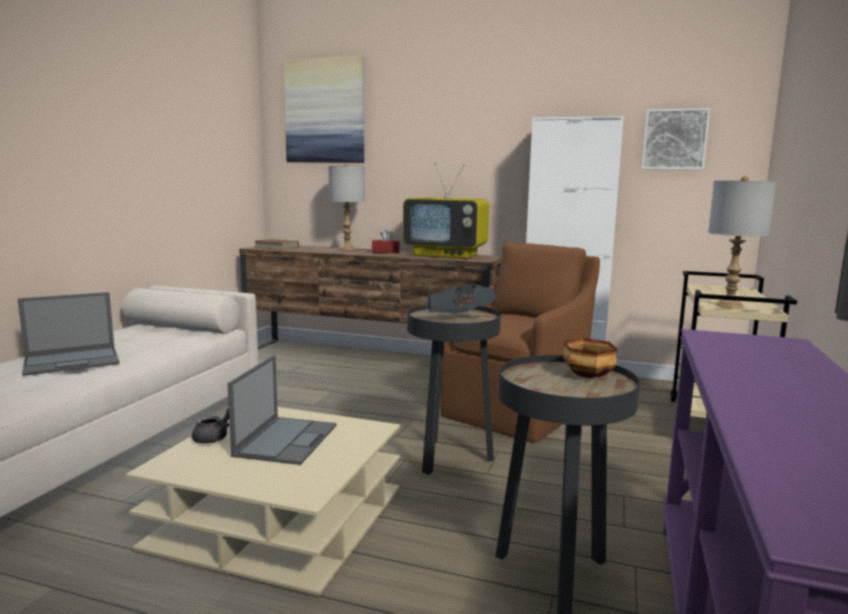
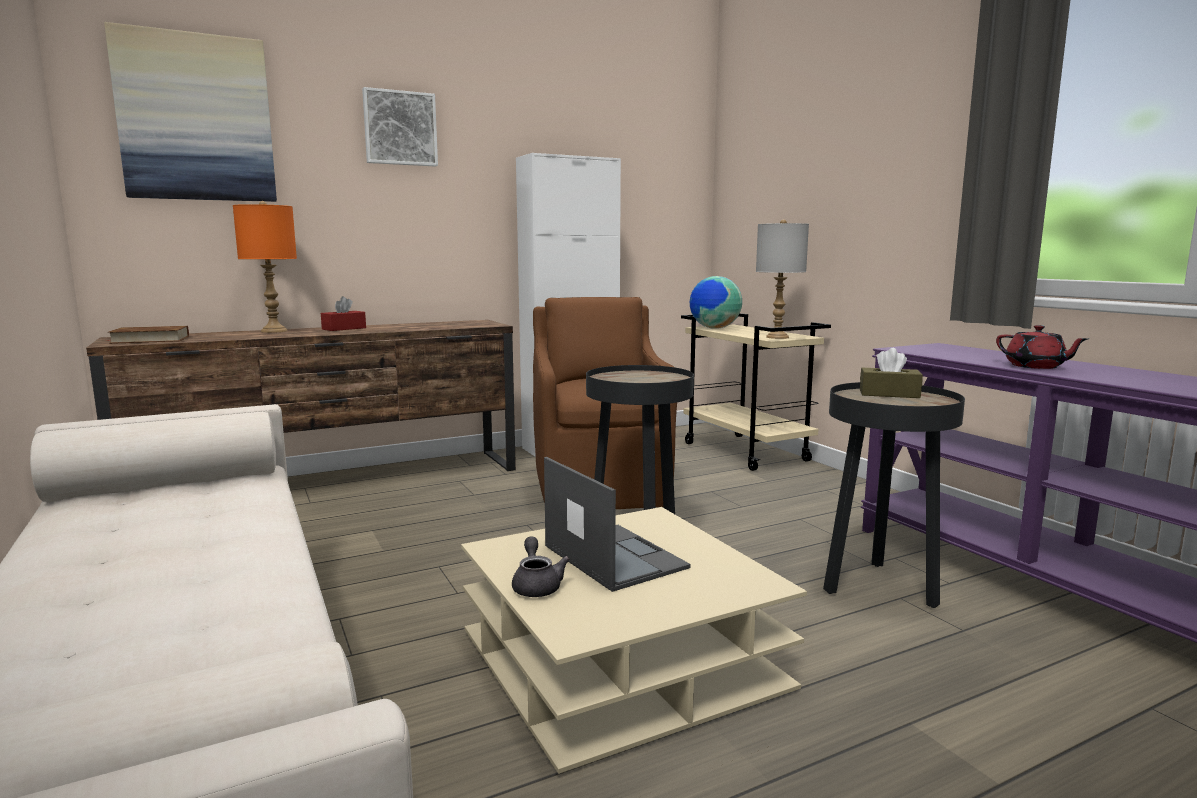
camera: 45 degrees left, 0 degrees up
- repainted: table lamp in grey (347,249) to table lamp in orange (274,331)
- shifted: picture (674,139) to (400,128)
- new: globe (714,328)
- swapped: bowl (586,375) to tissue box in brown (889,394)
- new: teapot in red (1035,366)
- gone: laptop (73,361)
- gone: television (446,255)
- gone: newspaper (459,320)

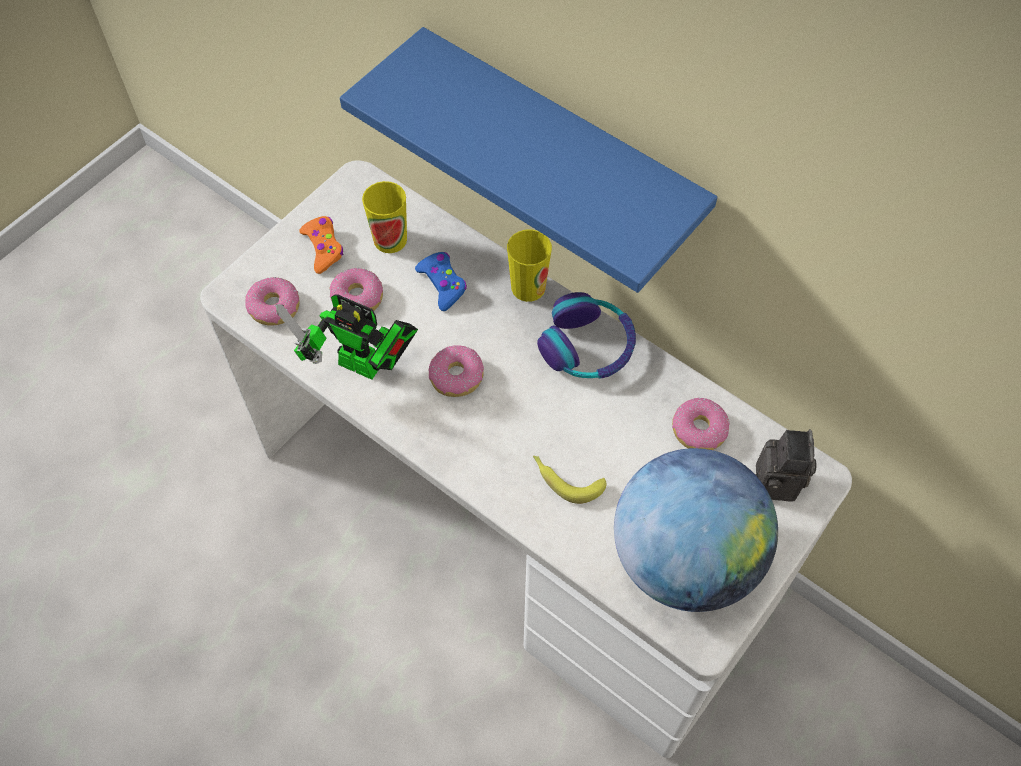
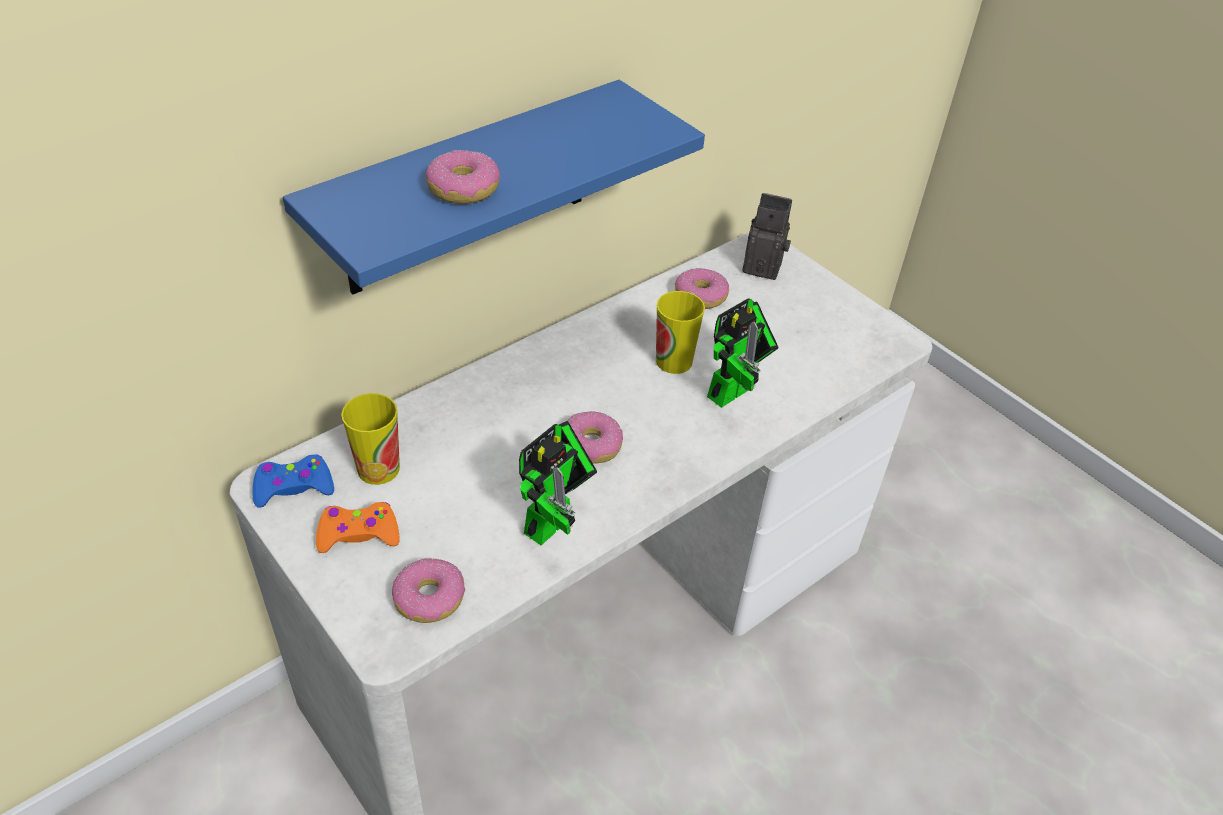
camera: 80 degrees left, 15 degrees down
- shifted: game controller in blue (442,284) to (293,487)
- shifted: donut (357,298) to (463,189)
- shifted: cup (528,287) to (674,361)
- swapped: banana (565,479) to toy robot (733,389)
- gone: headphones (588,346)
- gone: globe (684,559)

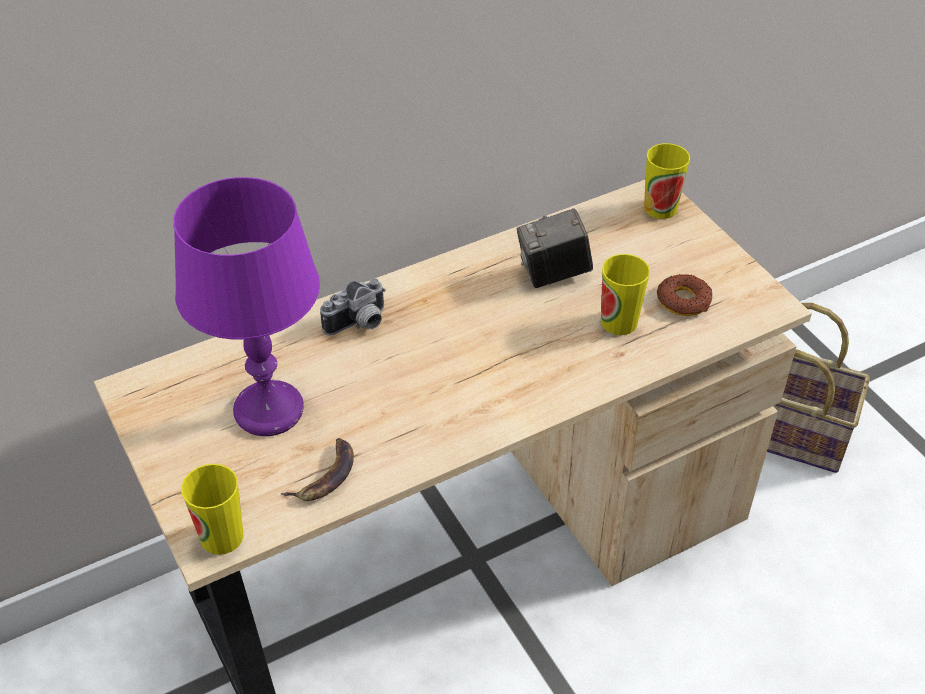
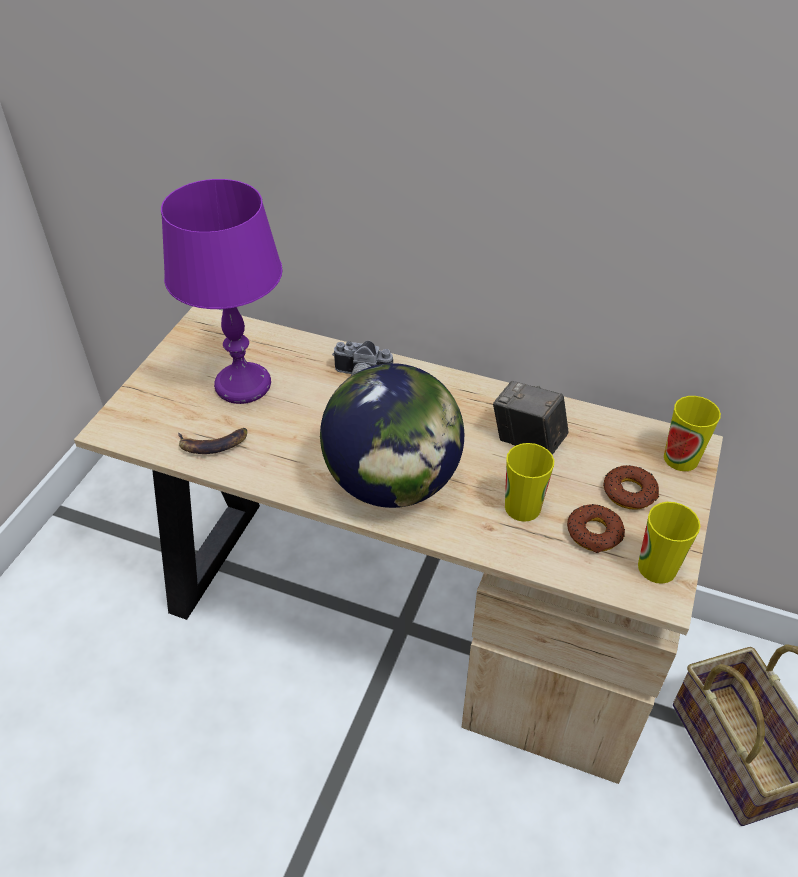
camera: 50 degrees right, 0 degrees up
- new: globe (392,482)
- new: donut (629,492)
- shifted: cup (222,536) to (657,567)

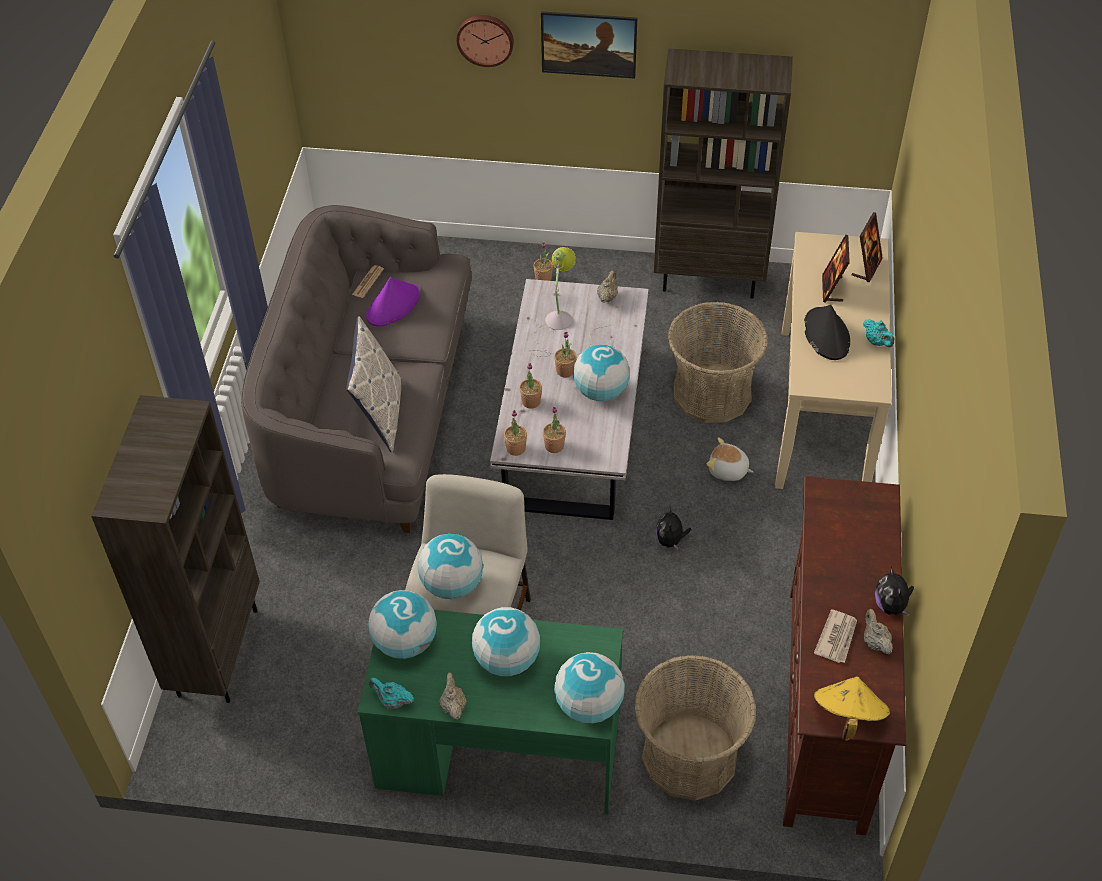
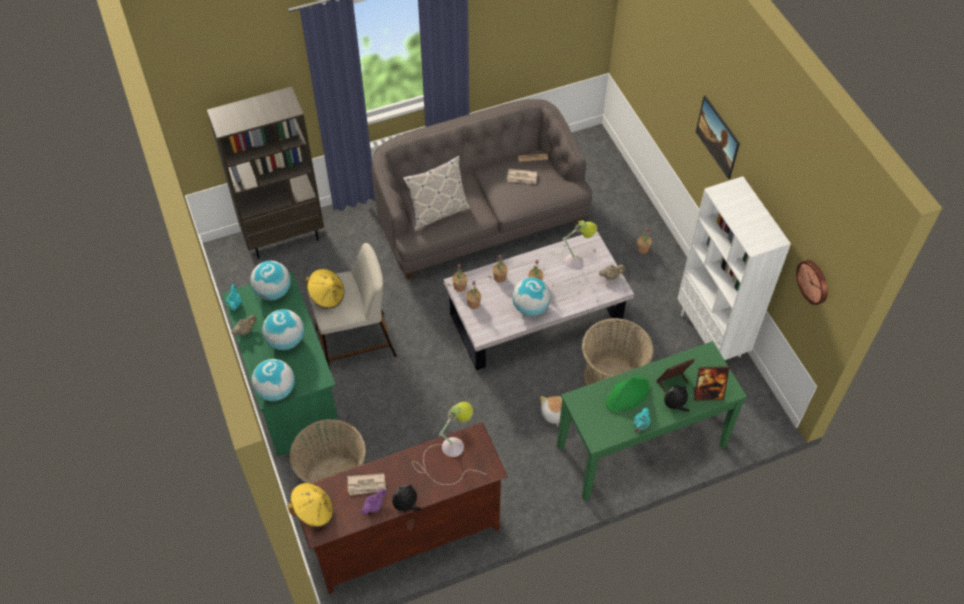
camera: 60 degrees right, 5 degrees up
- swapped: globe (452,585) to hat in yellow (327,296)
- repainted: teapot in beige (875,642) to teapot in purple (374,506)
- new: table lamp (449,454)
- swapped: hat in purple (393,305) to newspaper (522,177)
- repainted: console table in beige (824,409) to console table in green (641,447)
- repainted: hat in black (826,334) to hat in green (627,394)
- shifted: plush toy (670,541) to (675,405)
- repainted: bookcase in brown (710,279) to bookcase in white (711,336)
- shifted: wall clock (485,39) to (814,281)

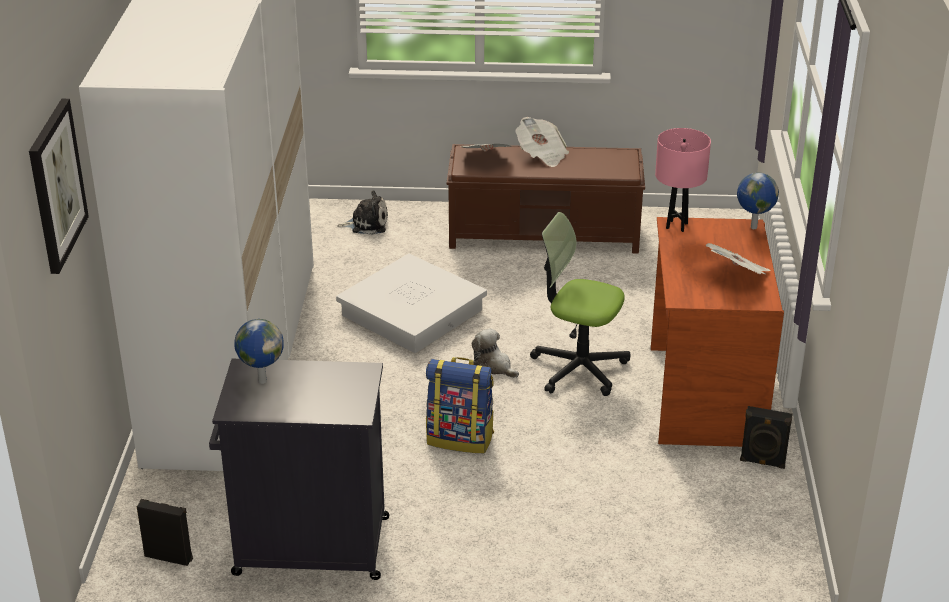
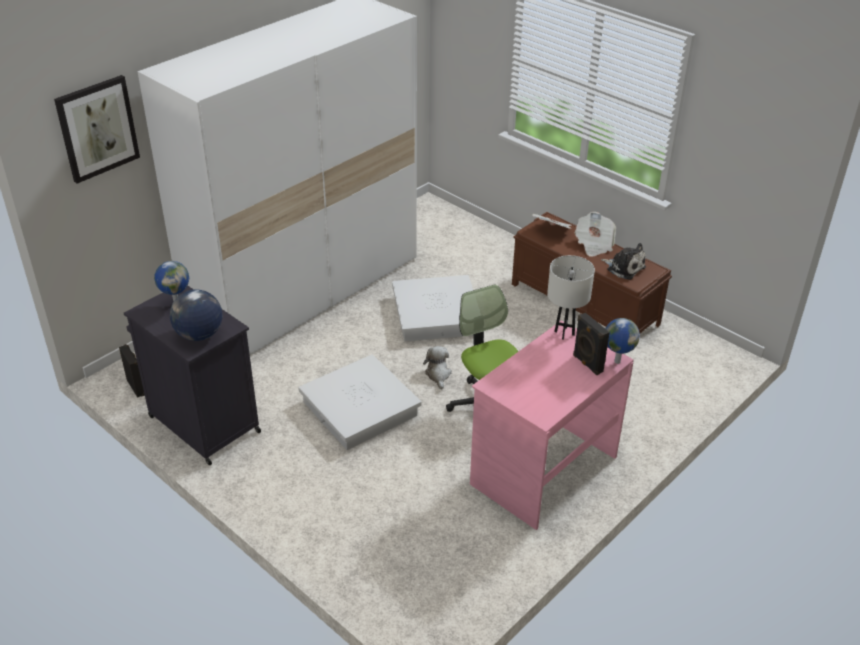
camera: 40 degrees right, 5 degrees up
- new: globe (199,335)
- swapped: backpack (461,438) to storage box in white (360,409)
- repainted: desk in brown (703,395) to desk in pink (543,469)
- repainted: table lamp in pink (677,226) to table lamp in white (564,333)
- shifted: speaker in black (762,462) to (587,364)
- shifted: plush toy (367,224) to (624,268)
- gone: newspaper (737,274)

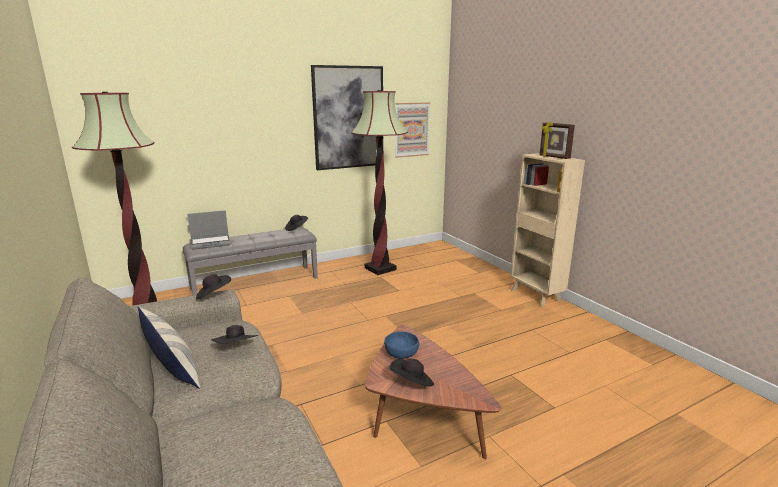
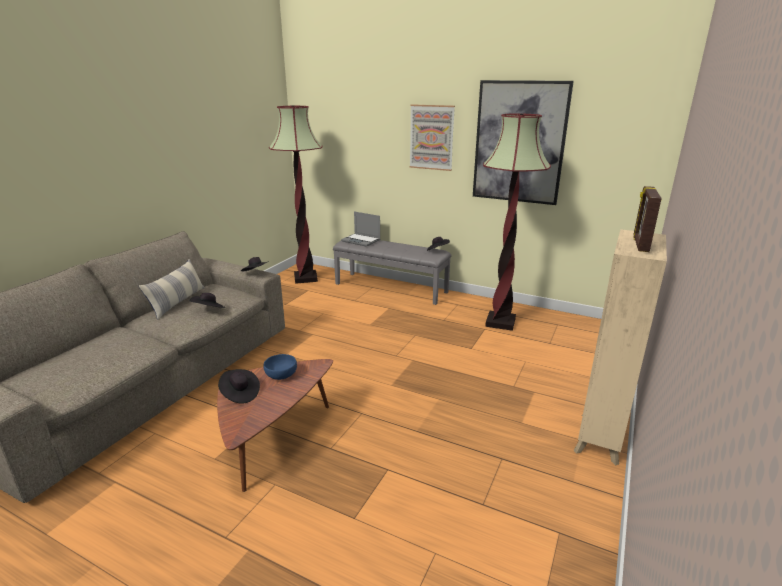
camera: 55 degrees right, 5 degrees up
- shifted: picture (412,129) to (431,137)

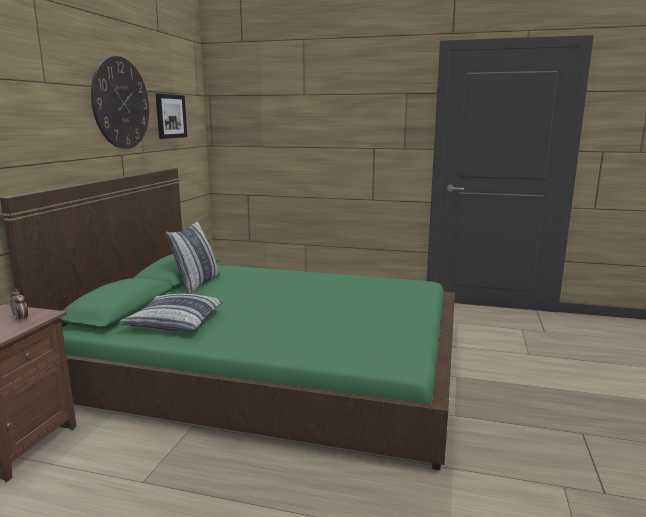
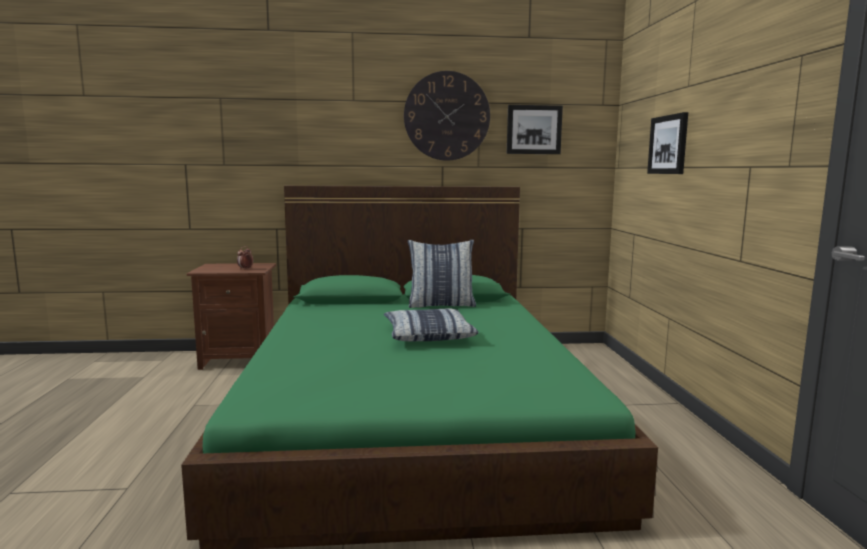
camera: 70 degrees right, 5 degrees down
- shifted: pillow (174,322) to (428,335)
- new: picture (668,145)

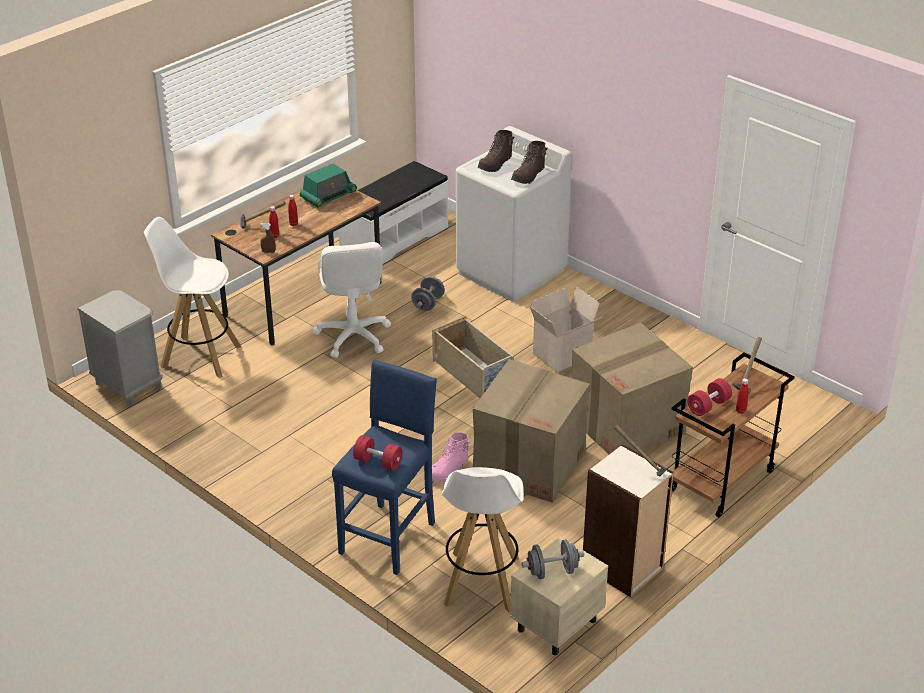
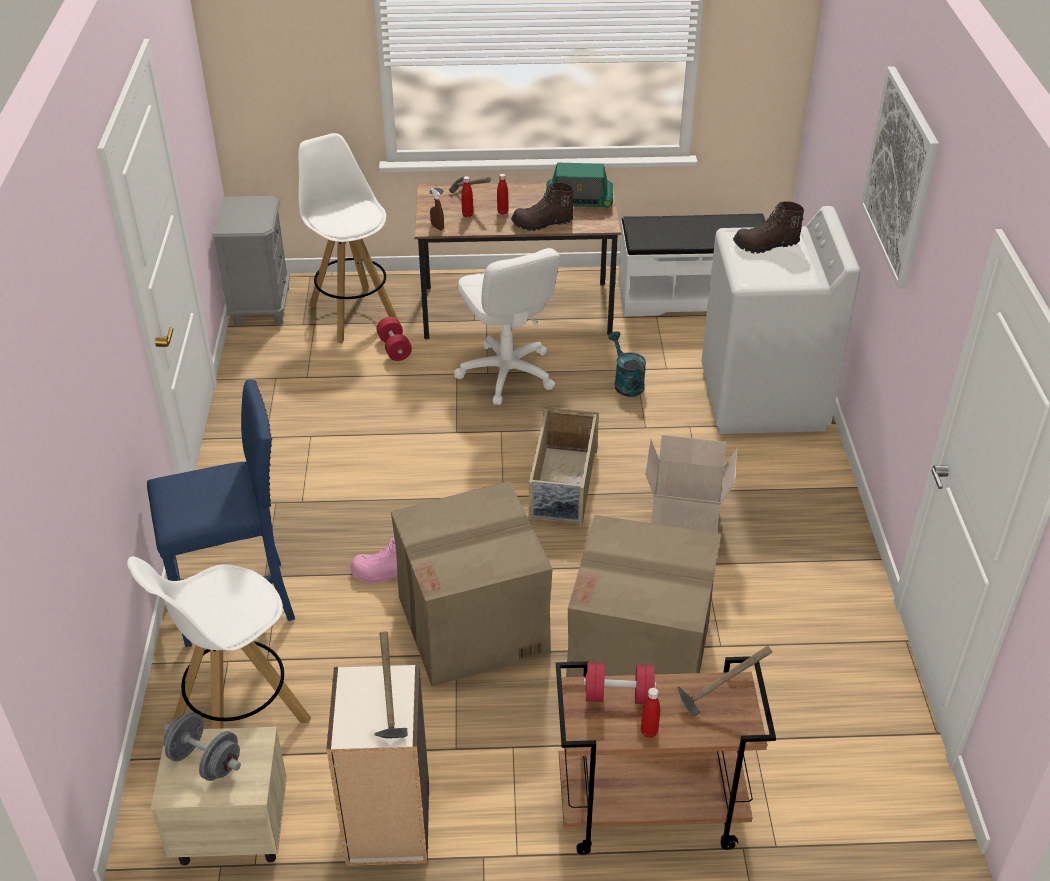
camera: 45 degrees right, 5 degrees up
- shifted: dumbbell in red (378,462) to (394,348)
- rotated: office chair in white (353,336) = (506,373) 60 degrees counterclockwise
- shifted: boot in brown (529,176) to (542,223)
- swapped: dumbbell in grey (428,304) to watering can in turquoise (626,383)
- new: picture (900,176)

